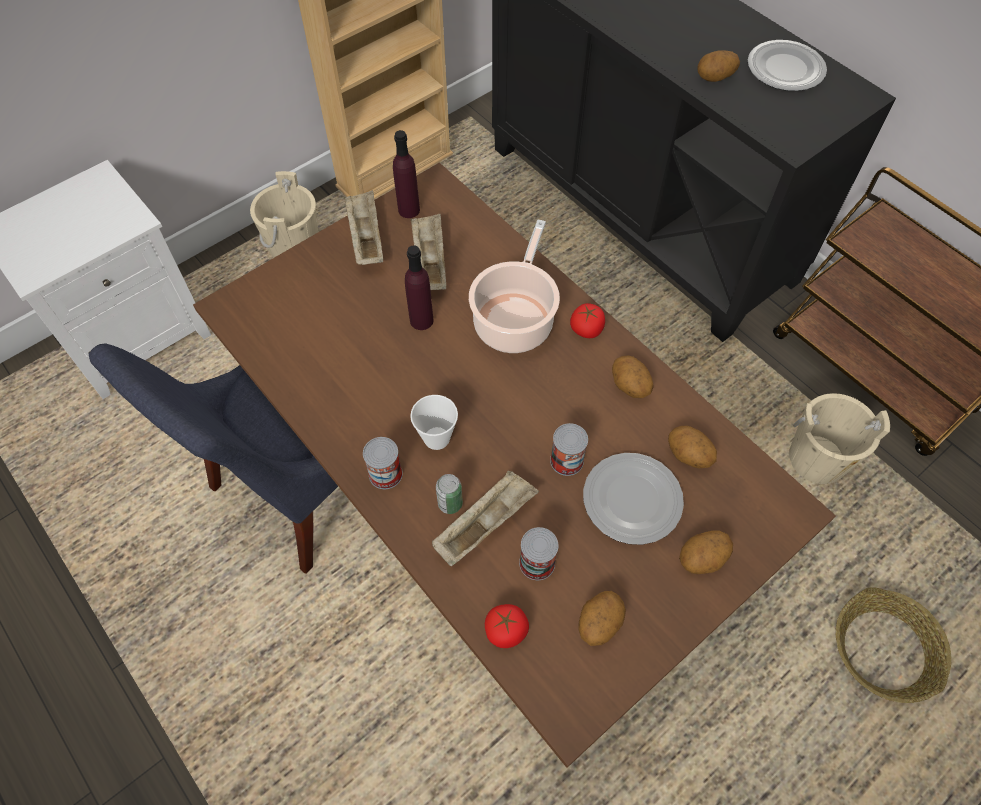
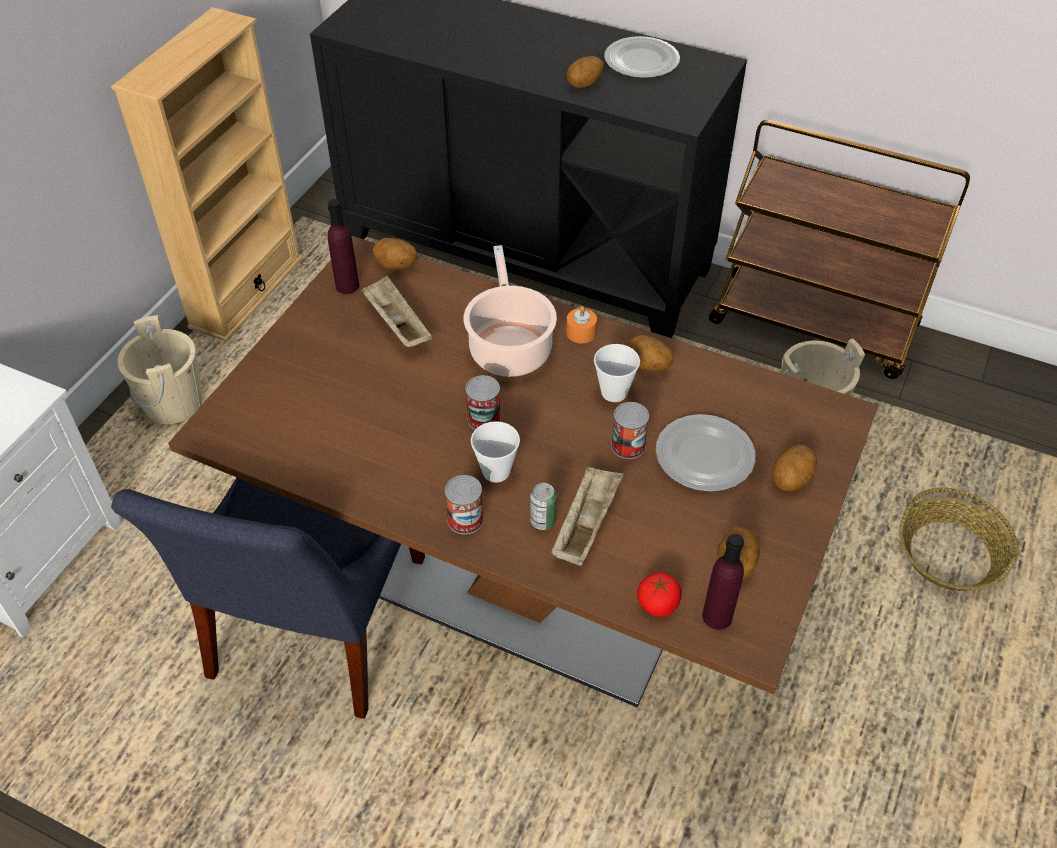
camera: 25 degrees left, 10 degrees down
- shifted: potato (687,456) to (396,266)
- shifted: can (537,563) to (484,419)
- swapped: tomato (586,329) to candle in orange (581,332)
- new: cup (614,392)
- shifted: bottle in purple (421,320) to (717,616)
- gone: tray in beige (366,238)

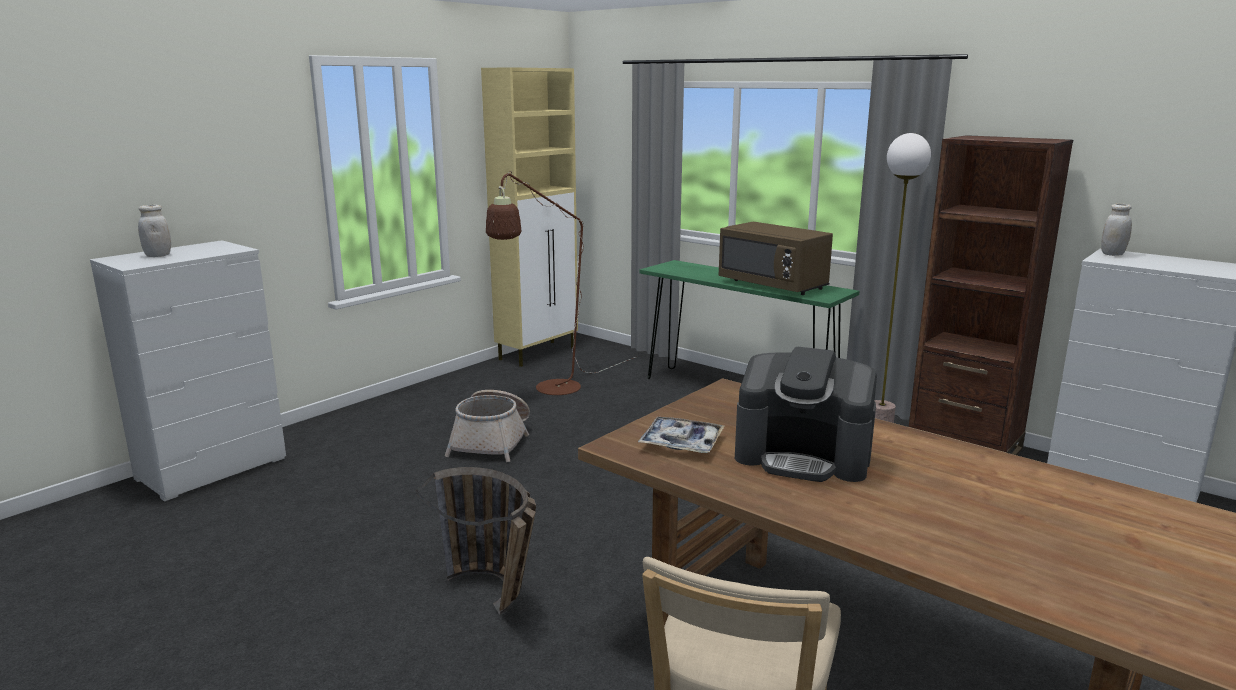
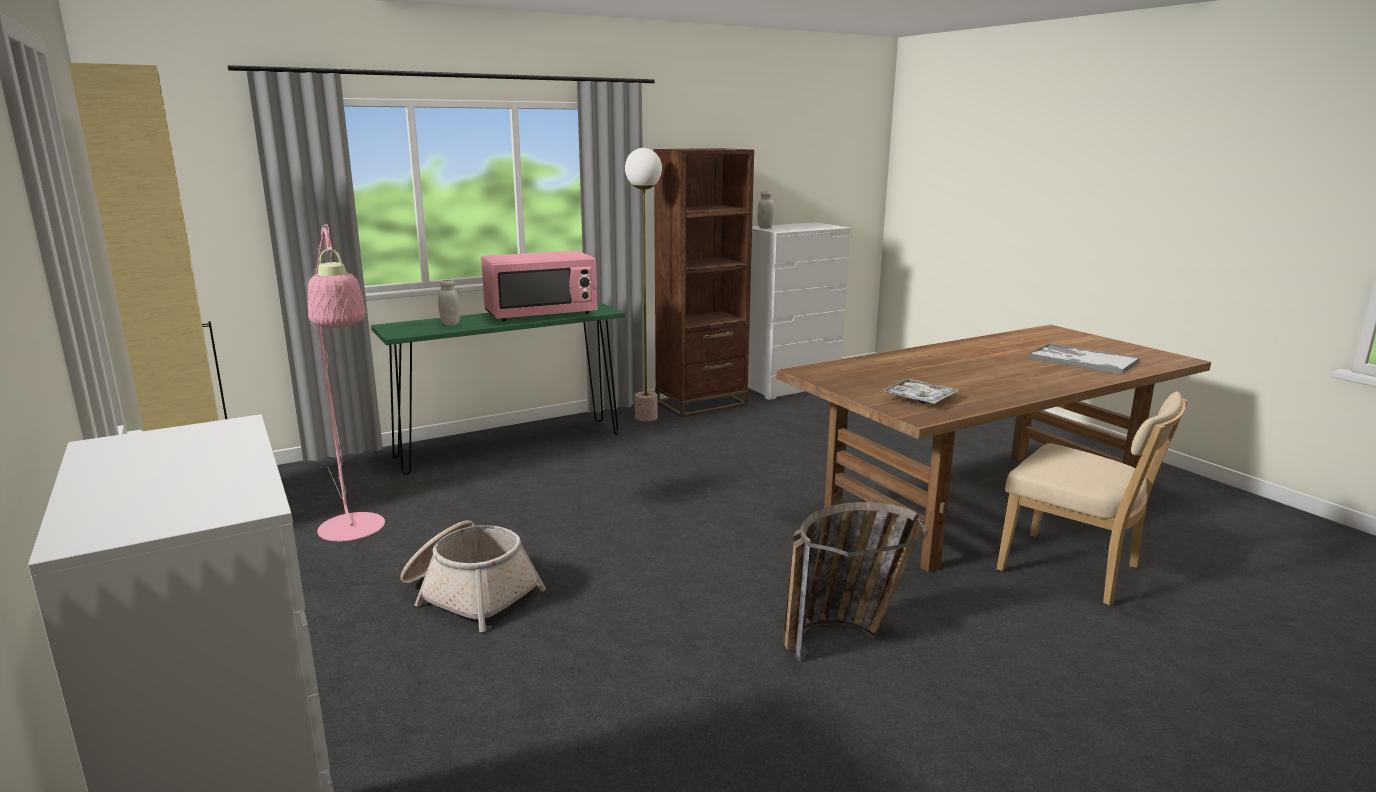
camera: 70 degrees left, 0 degrees up
- repainted: floor lamp in brown (550,390) to floor lamp in pink (355,533)
- shifted: jar in white (158,255) to (450,324)
- repainted: microwave in brown (773,285) to microwave in pink (541,315)
- new: tray (1082,360)
- gone: coffee machine (803,456)

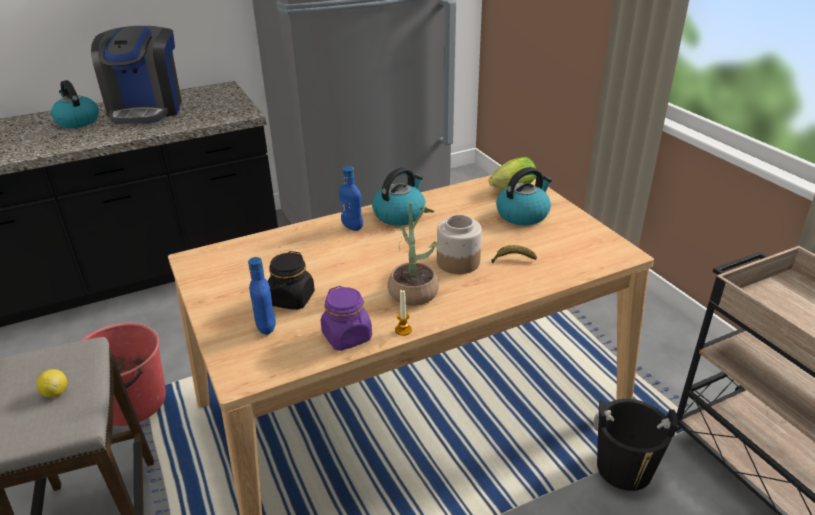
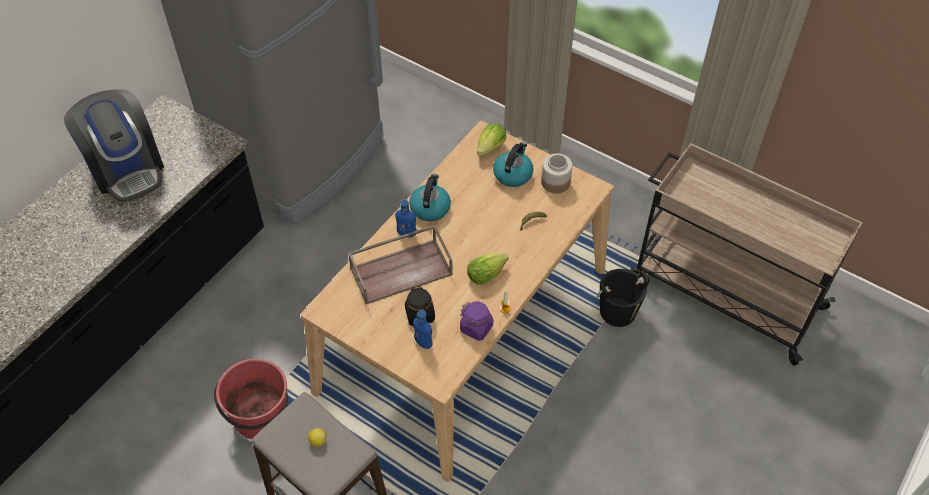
camera: 30 degrees left, 20 degrees up
- new: tray in brown (402,270)
- swapped: potted plant (413,289) to lettuce (488,273)
- shifted: jar (457,262) to (555,182)
- gone: kettle (77,121)

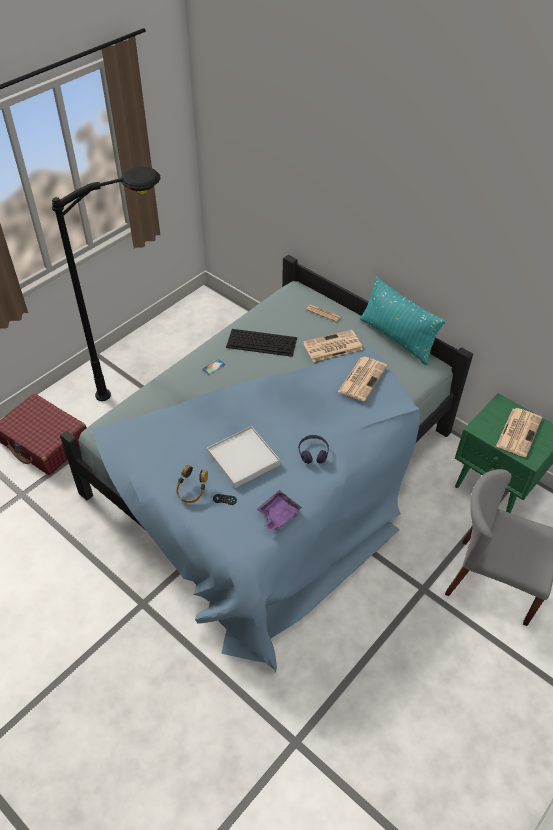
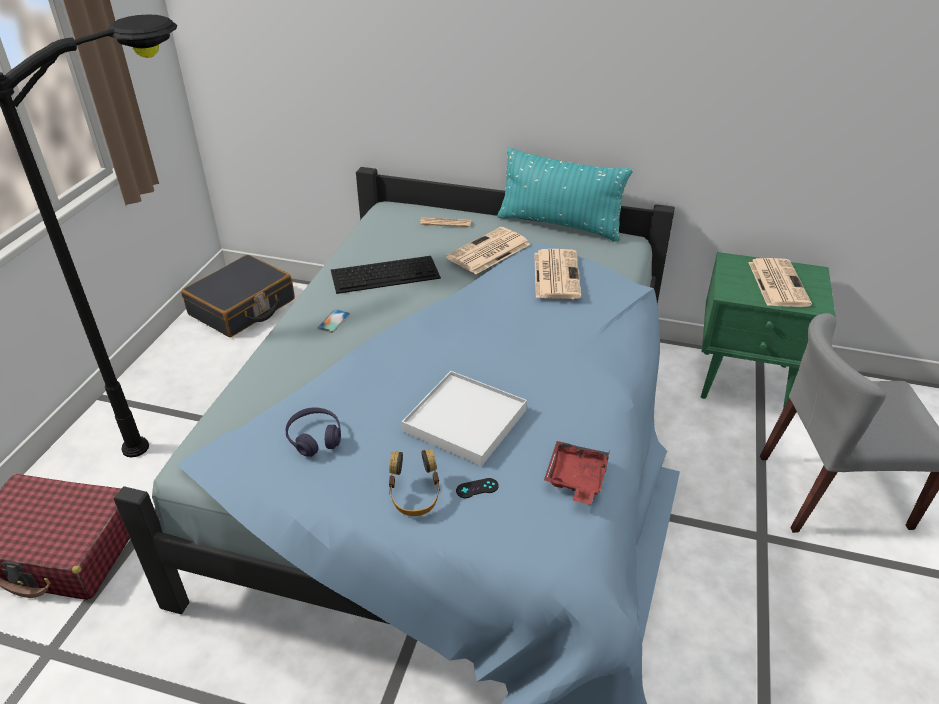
camera: 25 degrees left, 10 degrees down
- new: suitcase in black (242,307)
- shifted: headphones in purple (313,453) to (315,438)
- repainted: tray in purple (278,514) to tray in red (576,479)

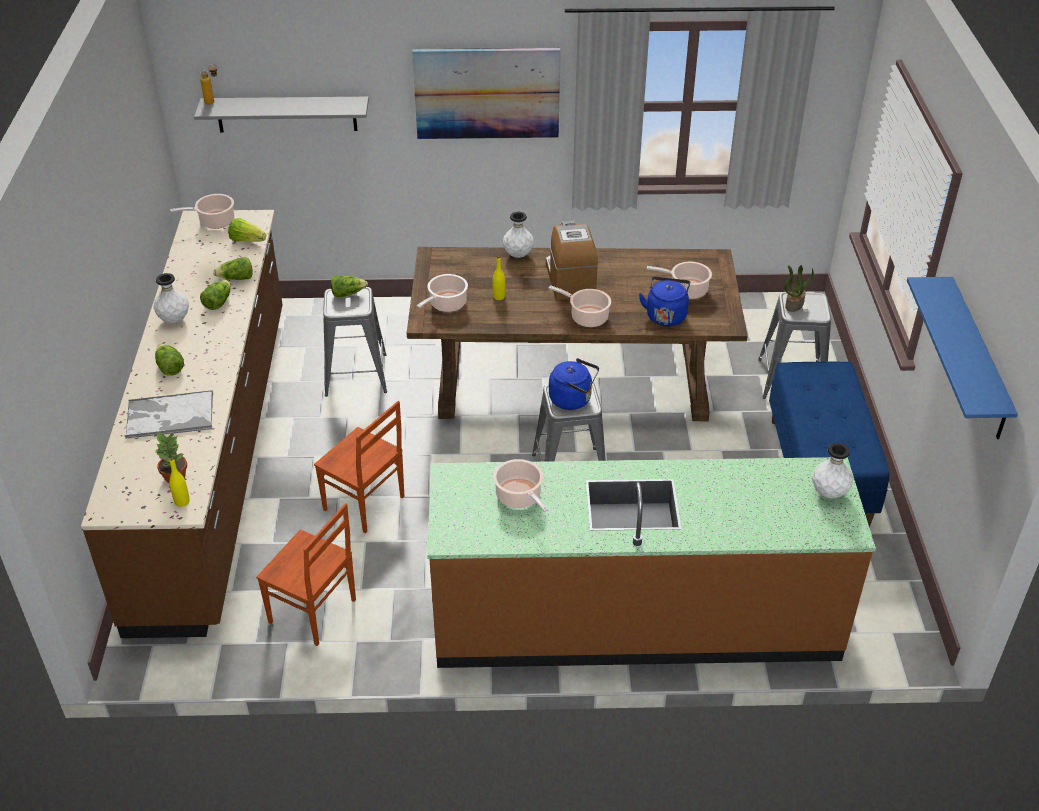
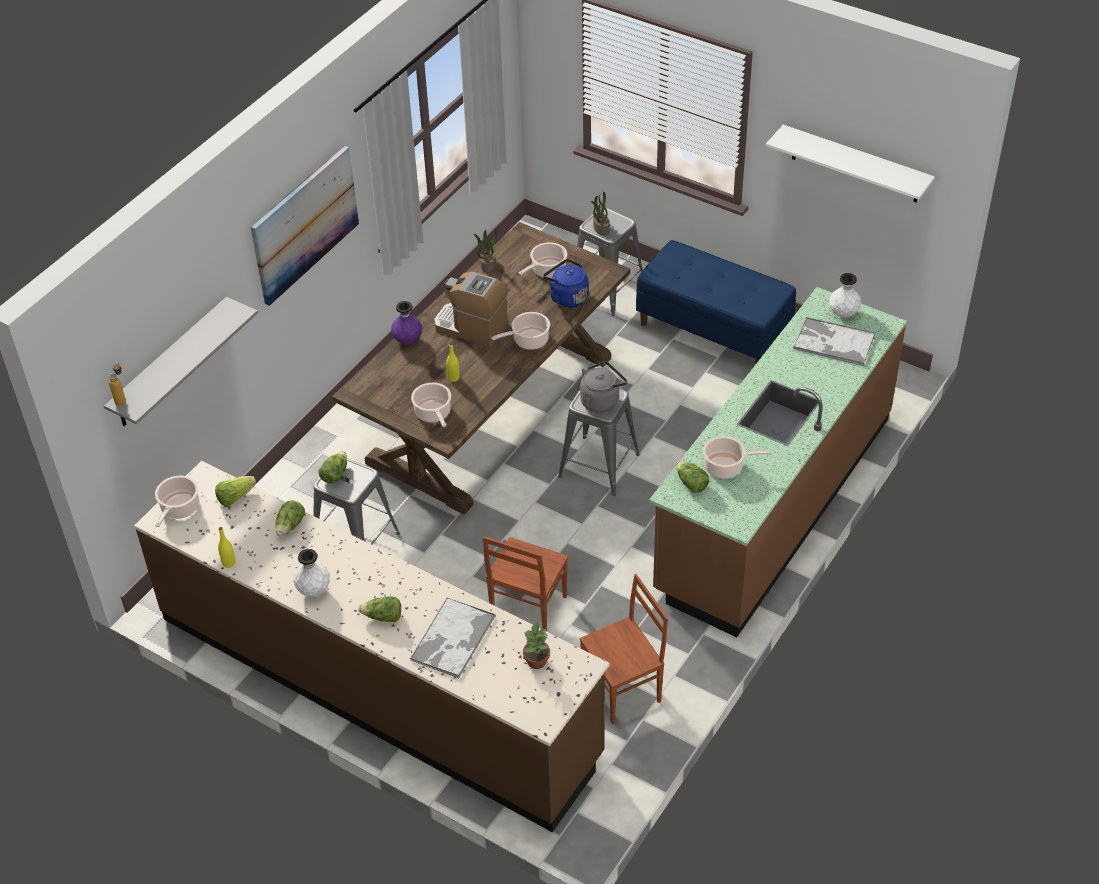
camera: 55 degrees left, 5 degrees up
- shifted: bottle in yellow (182,502) to (229,563)
- repainted: vase in white (518,255) to vase in purple (407,341)
- new: potted plant (487,265)
- rotated: chair in brown (364,504) = (527,607) 135 degrees clockwise
- repainted: kettle in blue (573,400) to kettle in grey (601,400)
- shifted: lettuce (218,302) to (691,483)
- repainted: shelf in blue (977,359) to shelf in white (855,165)
- new: tray (833,342)

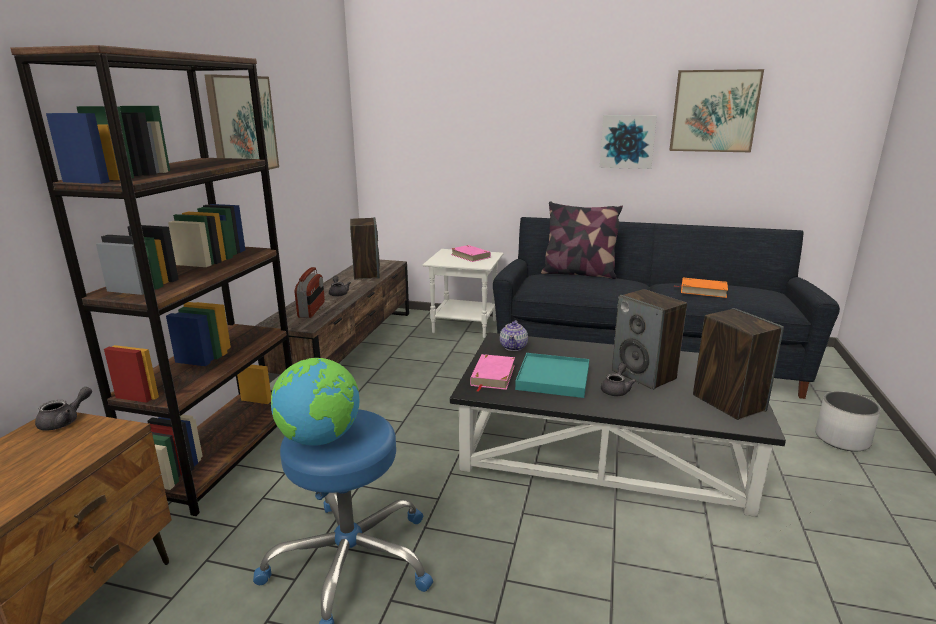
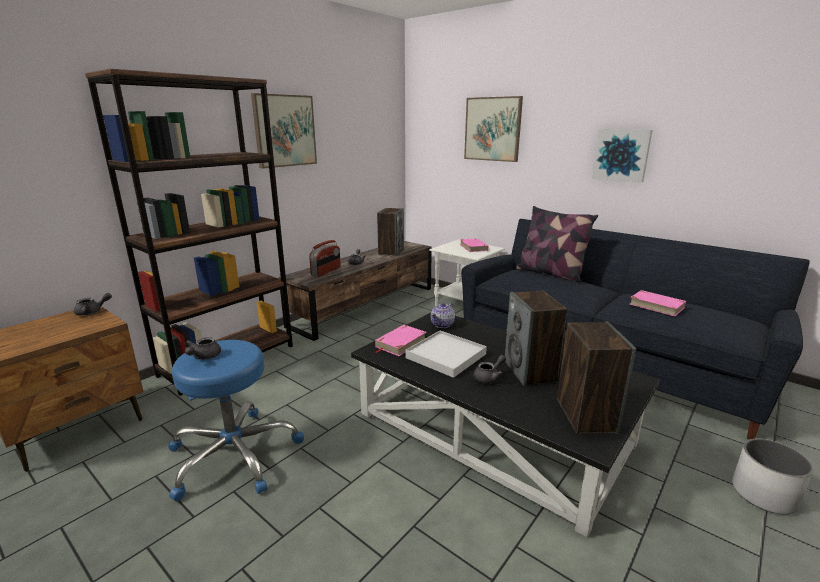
camera: 25 degrees right, 0 degrees up
- swapped: globe (320,439) to teapot in grey (203,357)
- repainted: tray in turquoise (553,378) to tray in white (446,356)
- shifted: picture (714,111) to (493,129)
- repainted: book in orange (703,290) to book in pink (656,306)

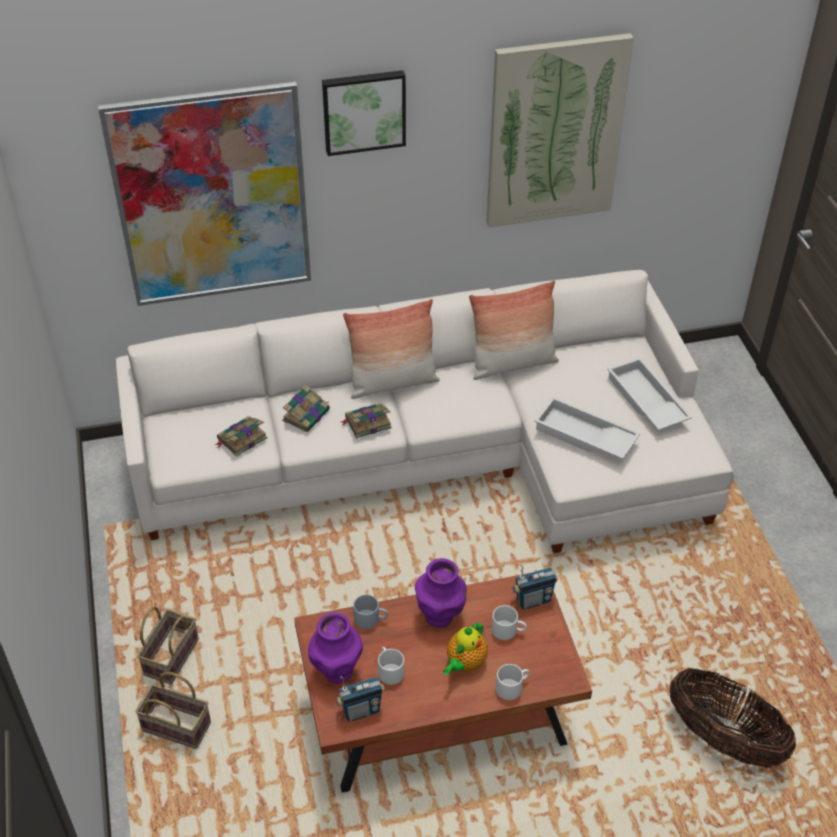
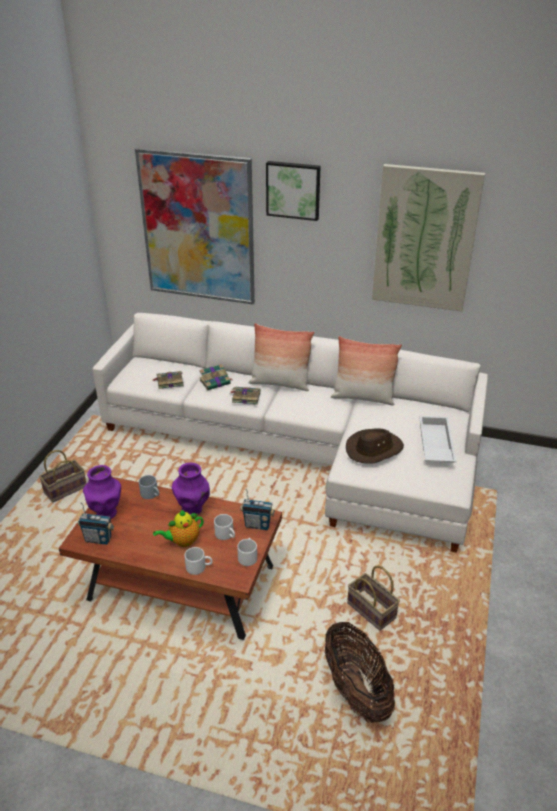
camera: 30 degrees right, 10 degrees down
- shifted: mug in white (389,670) to (247,556)
- swapped: tray in white (584,436) to hat in brown (374,449)
- shifted: basket (178,726) to (373,611)

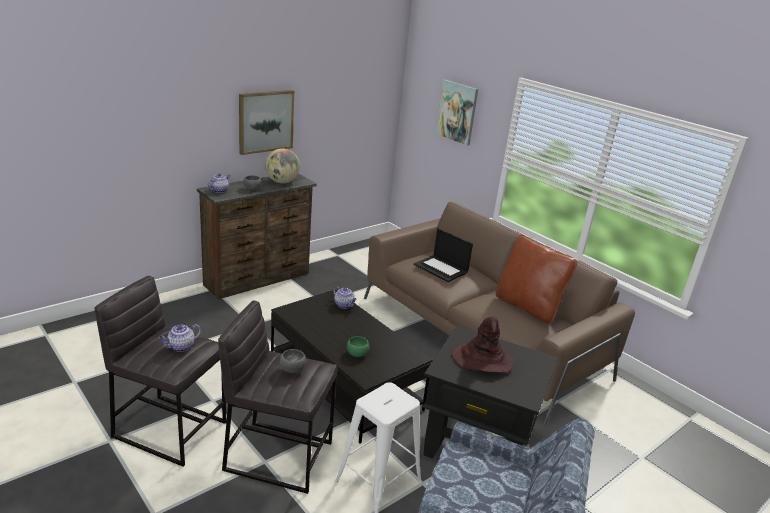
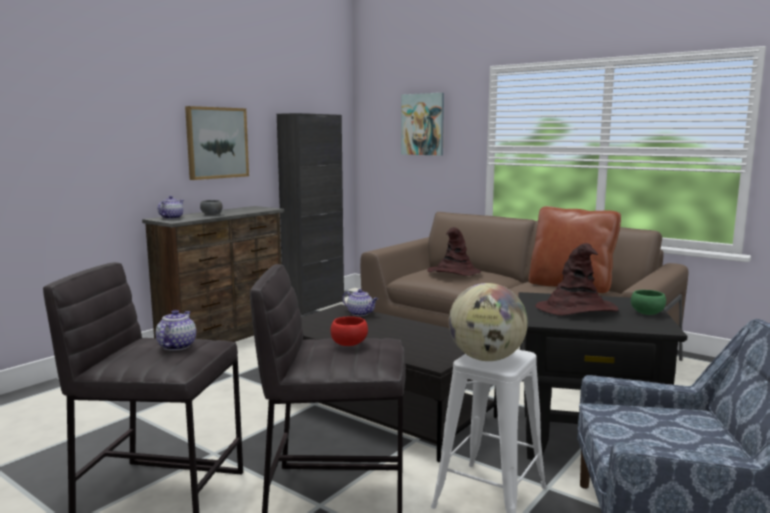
camera: 10 degrees left, 15 degrees down
- rotated: teapot (180,347) = (177,346) 150 degrees clockwise
- new: cabinet in black (314,305)
- repainted: bowl in grey (293,369) to bowl in red (350,344)
- swapped: laptop (441,268) to hat in brown (453,272)
- shifted: globe (282,182) to (486,358)
- shifted: bowl in green (357,353) to (647,313)

